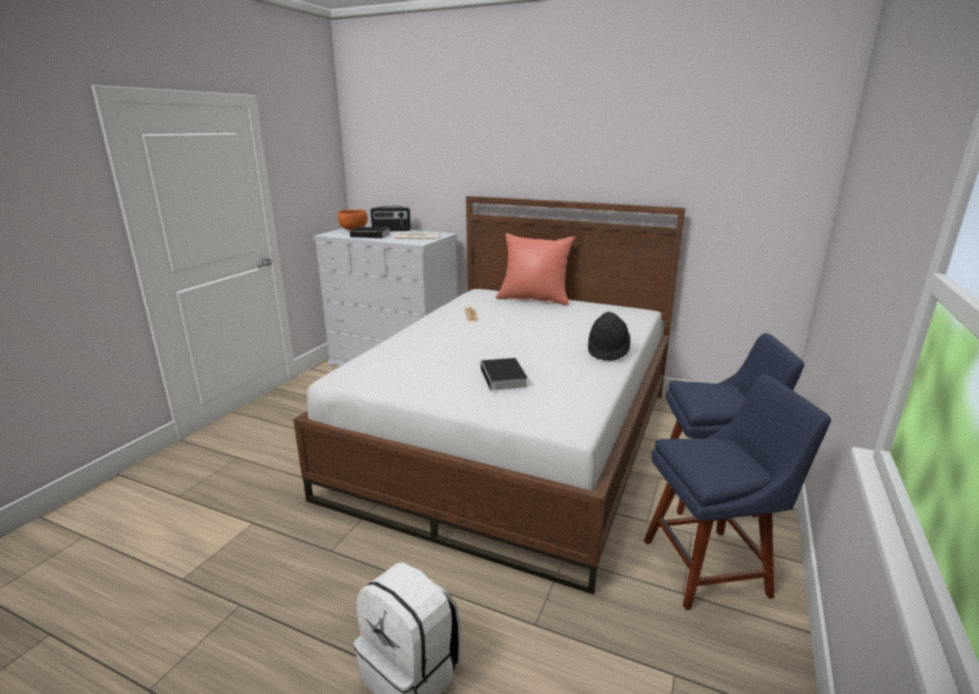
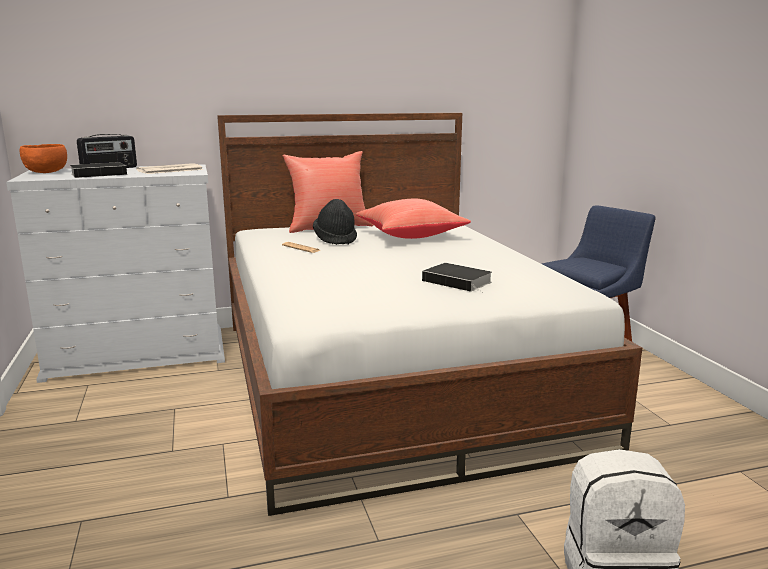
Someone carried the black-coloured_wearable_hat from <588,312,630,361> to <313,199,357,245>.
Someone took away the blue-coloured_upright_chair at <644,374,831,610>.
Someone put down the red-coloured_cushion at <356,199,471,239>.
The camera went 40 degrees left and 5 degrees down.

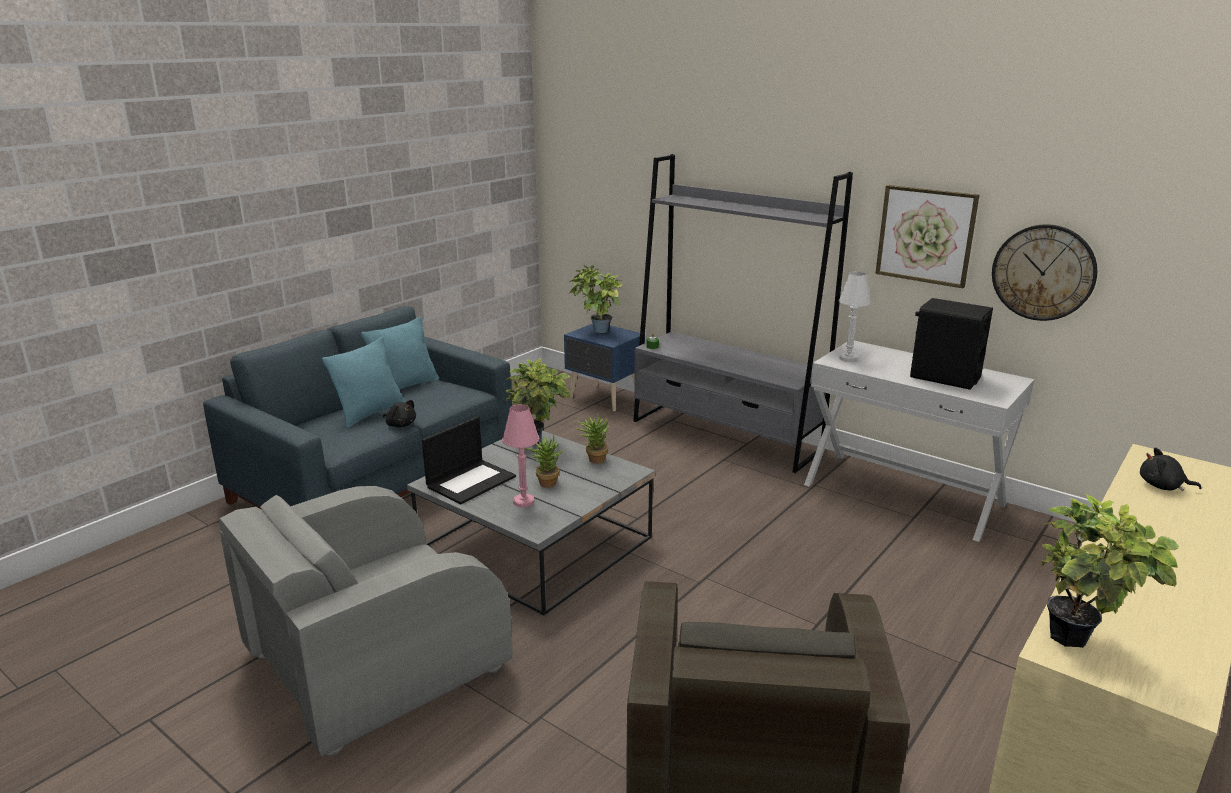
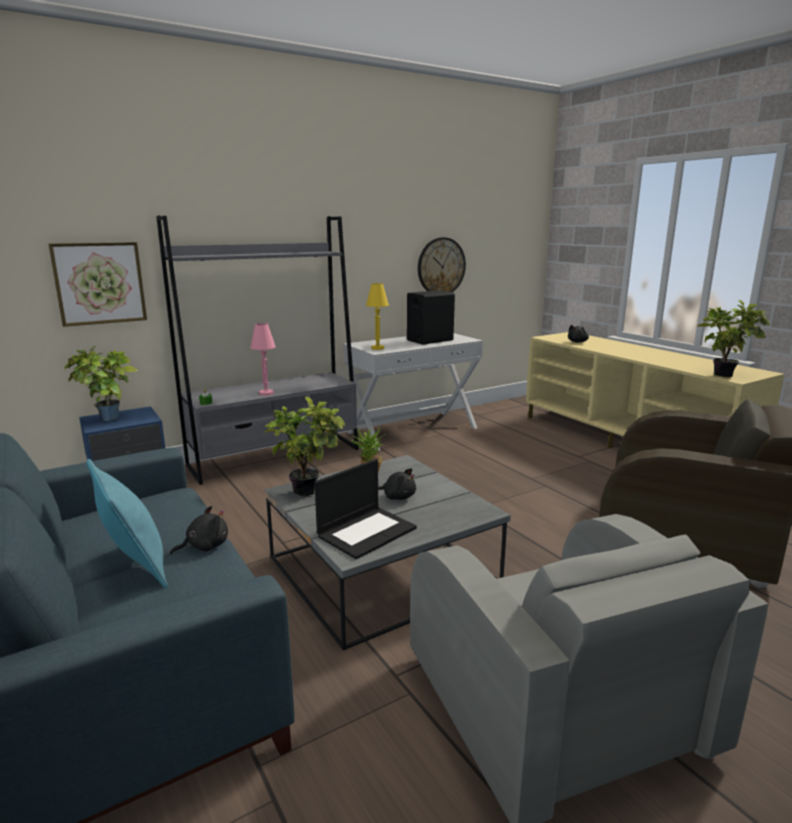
Someone took away the blue-green_cushion at <361,317,439,390>.
Someone rotated the notebook_computer at <422,416,516,504> by 75 degrees clockwise.
Someone carried the pink-coloured_tabletop_lamp from <502,404,540,507> to <250,323,276,396>.
Someone swapped the potted_plant at <525,433,563,488> for the black-coloured_cuddly_toy at <378,468,416,500>.
Someone repainted the whitish_tabletop_lamp at <839,272,871,362>, which became the yellow-coloured_tabletop_lamp at <366,283,389,350>.
Someone carried the wall_picture from <875,185,979,288> to <48,242,147,327>.
The camera went 70 degrees left and 5 degrees down.

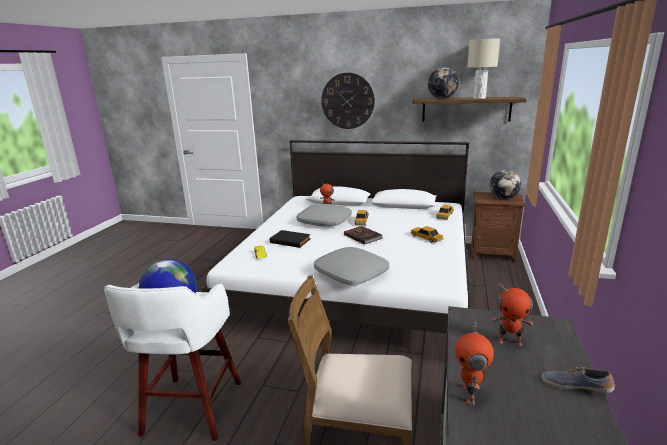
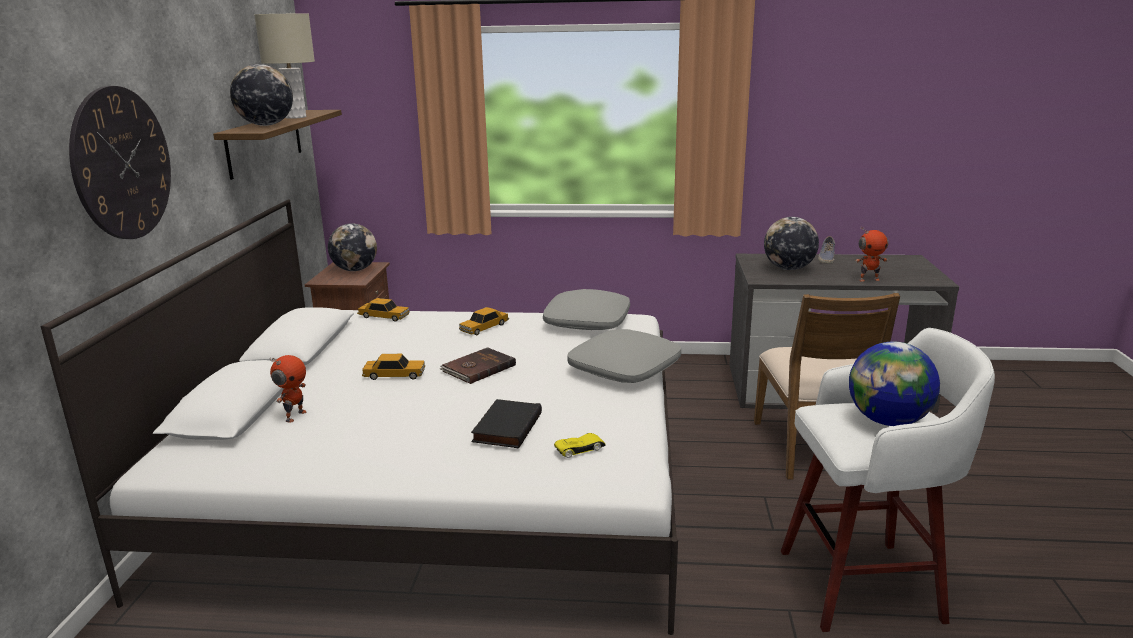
Someone carried the grey_cushion from <297,204,352,227> to <543,289,630,330>.
Someone swapped the model_robot at <492,282,533,346> for the globe at <764,217,819,270>.
The camera went 100 degrees left and 0 degrees up.

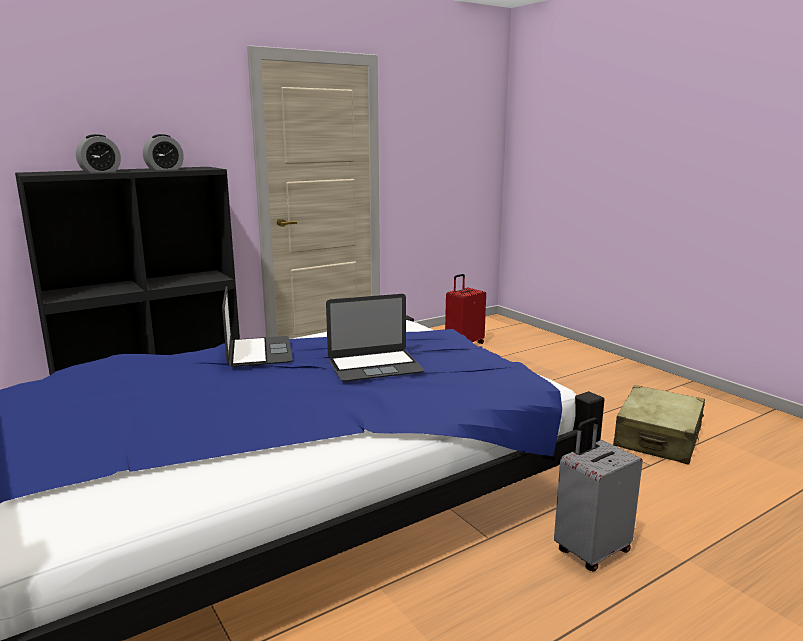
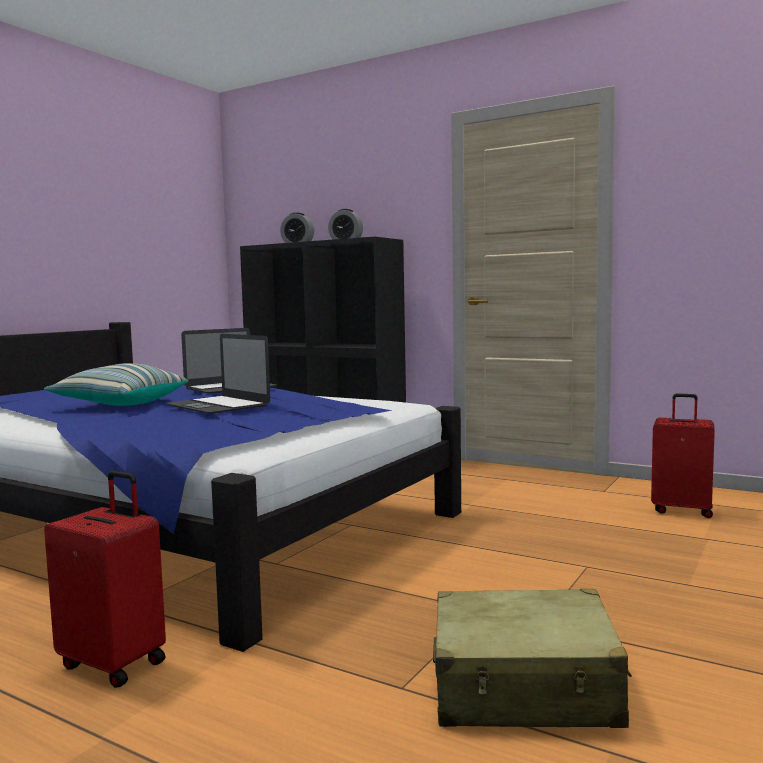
Someone repainted the grey_suitcase at <554,418,643,572>, which became the red-coloured_suitcase at <44,471,166,688>.
Someone put down the cushion at <44,363,188,406>.
The camera went 65 degrees right and 10 degrees down.

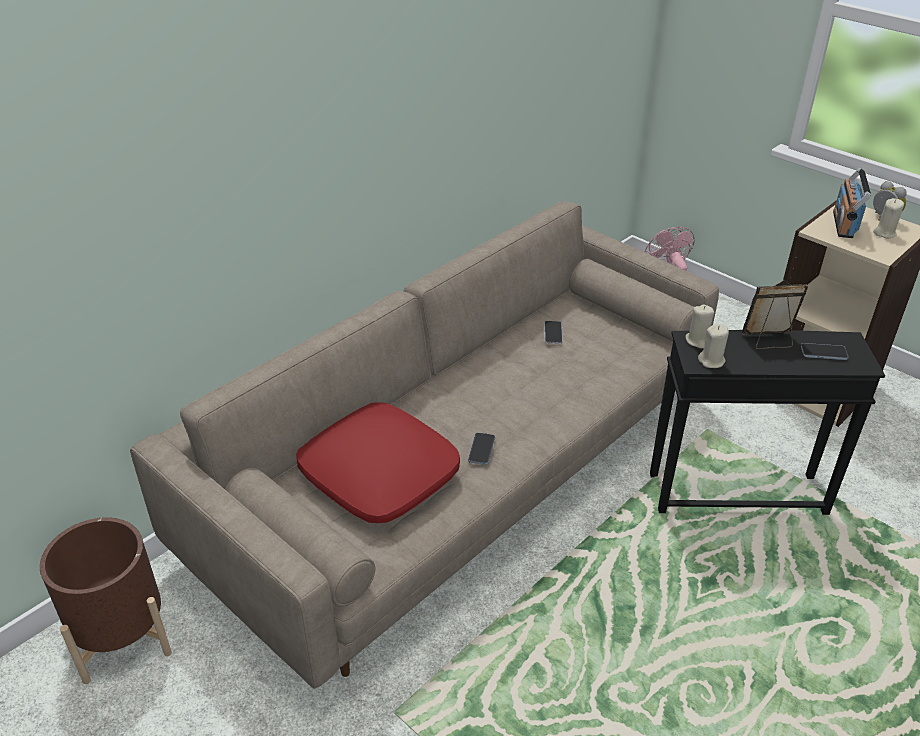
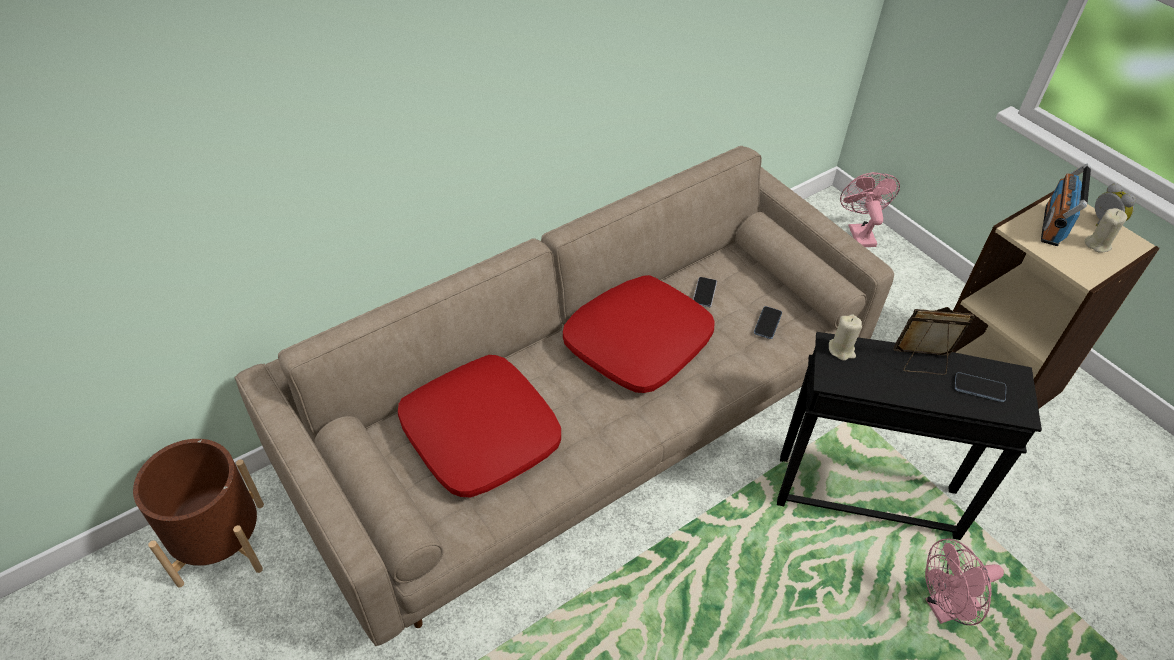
Someone carried the phone from <468,433,495,465> to <754,306,782,339>.
Someone took away the sand-coloured_candle at <698,324,729,368>.
Someone put down the red-coloured_cushion at <563,275,715,393>.
Someone put down the pink-coloured_electric_fan at <925,539,1004,625>.
The camera went 10 degrees right and 10 degrees up.

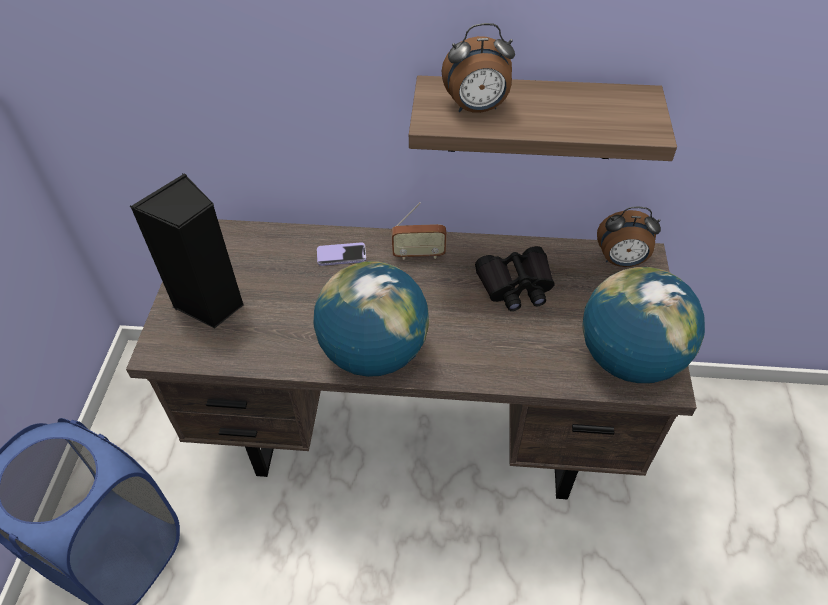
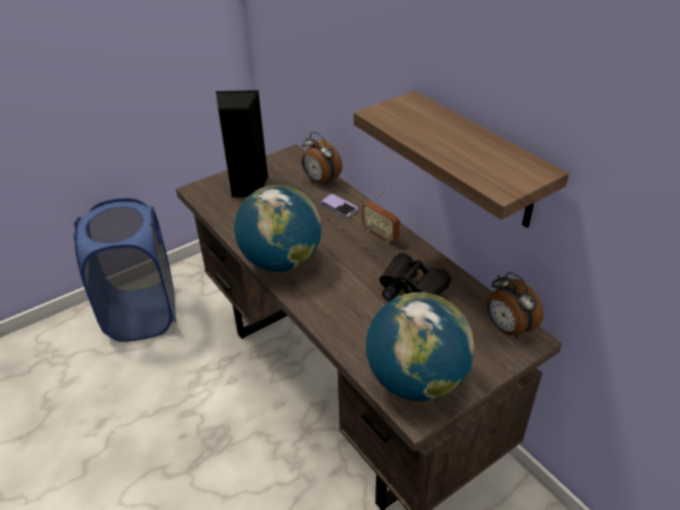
Someone carried the bedside_clock from <441,23,515,113> to <301,132,342,186>.
The camera went 50 degrees right and 10 degrees down.

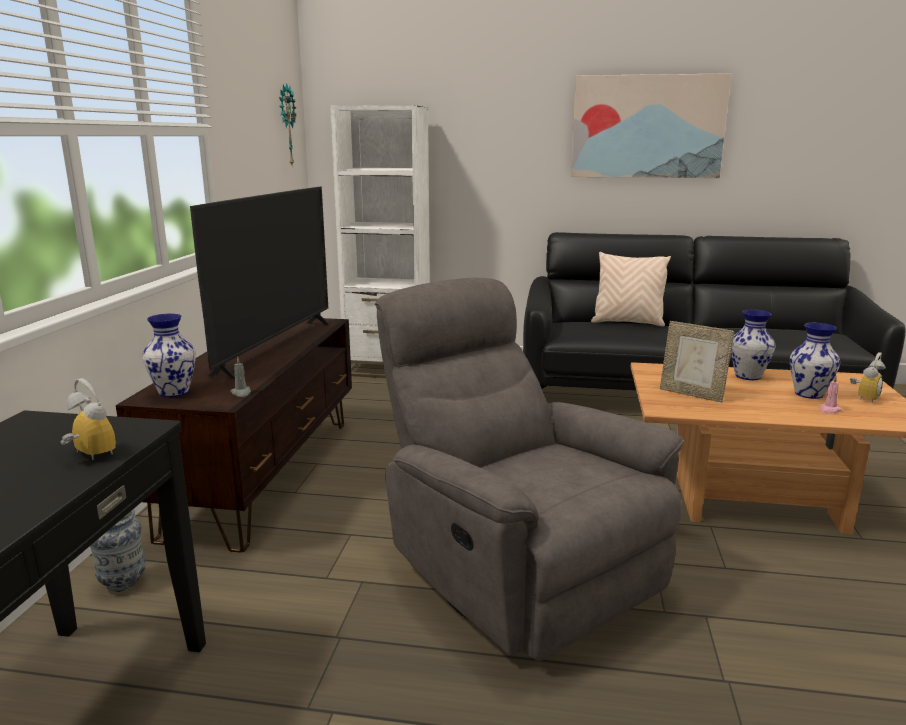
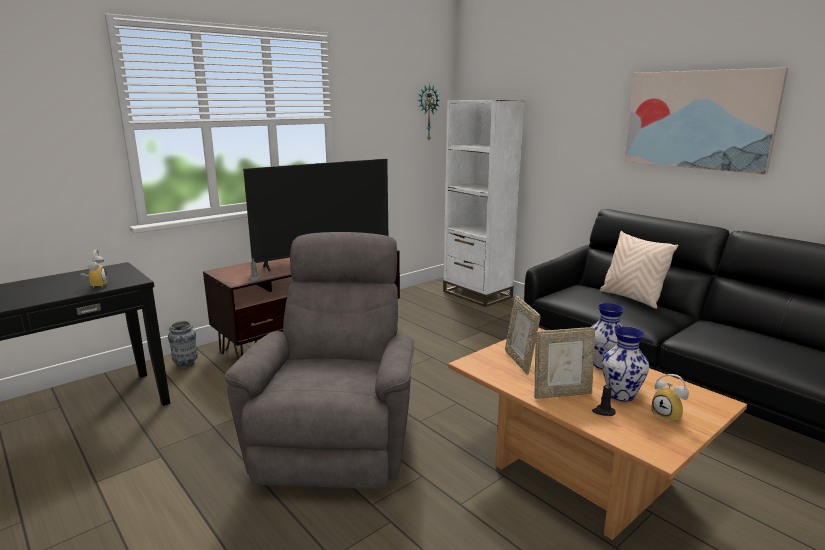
Someone took away the vase at <142,313,196,397>.
Someone repainted the pink-coloured_candle at <819,376,842,413>, which became the black-coloured_candle at <592,380,616,416>.
Someone rotated the bedside_clock at <850,352,886,403> by 60 degrees clockwise.
Someone put down the standing_frame at <535,327,595,399>.
The camera went 40 degrees right and 0 degrees up.

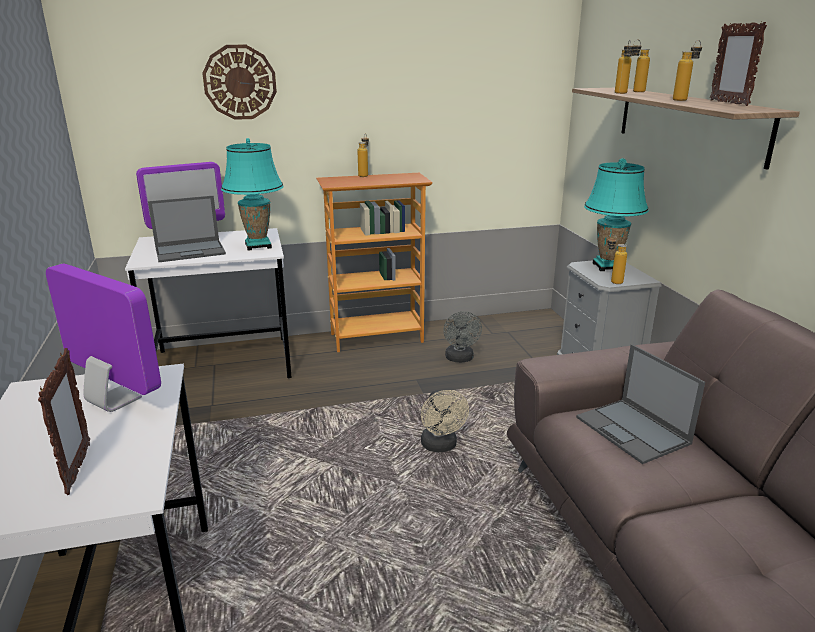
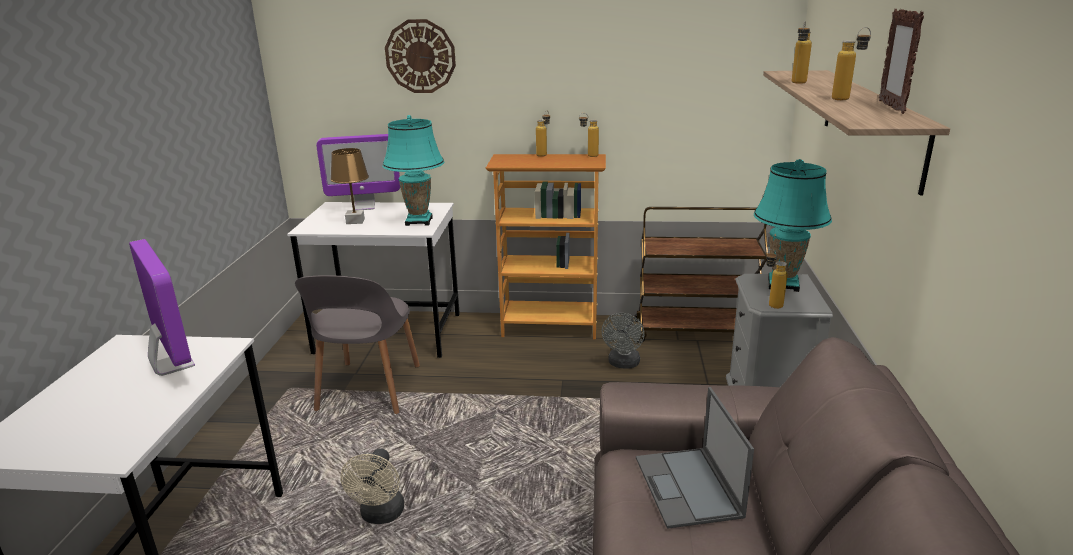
Someone took away the standing_frame at <38,348,90,495>.
Someone swapped the notebook_computer at <148,196,226,262> for the brownish_tabletop_lamp at <330,148,369,224>.
Someone carried the sand-coloured_electric_fan from <421,390,469,453> to <340,448,404,524>.
Someone carried the beverage_bottle from <632,39,650,92> to <579,113,599,157>.
Someone put down the grey_upright_chair at <295,275,420,414>.
Someone put down the brownish_wheeled_cart at <634,207,768,343>.
The camera went 20 degrees right and 0 degrees up.

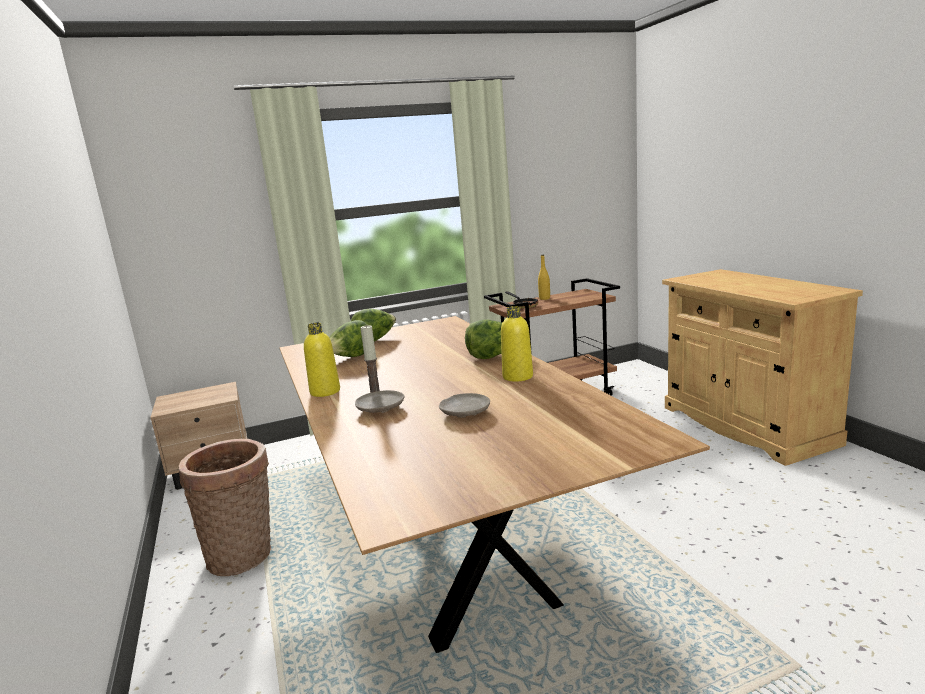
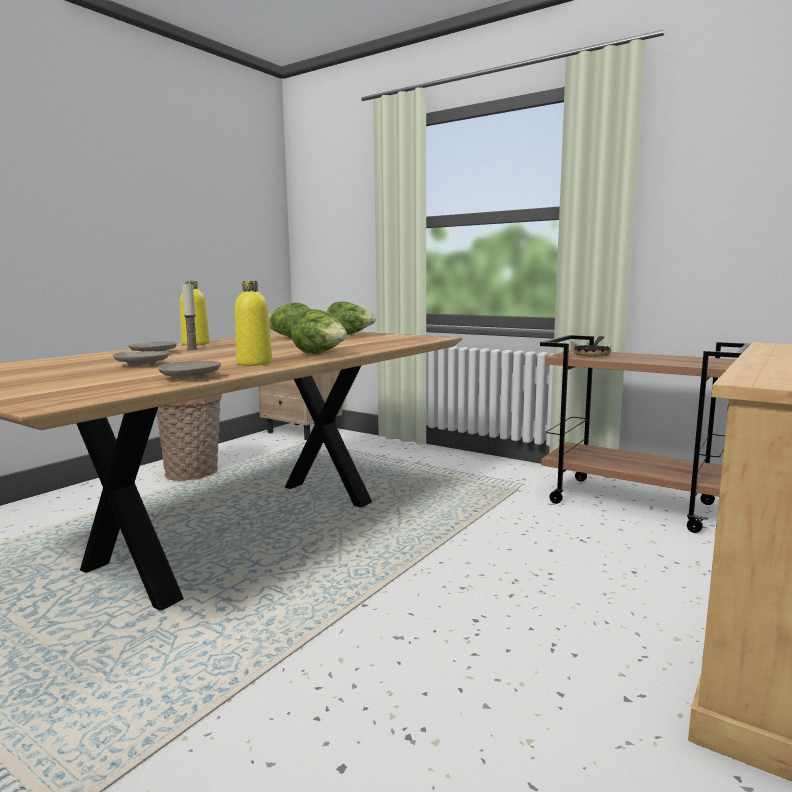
Someone took away the yellow-coloured_beverage_bottle at <538,255,550,300>.
Someone put down the sand-coloured_plate at <158,361,221,380>.
The camera went 55 degrees right and 5 degrees down.

